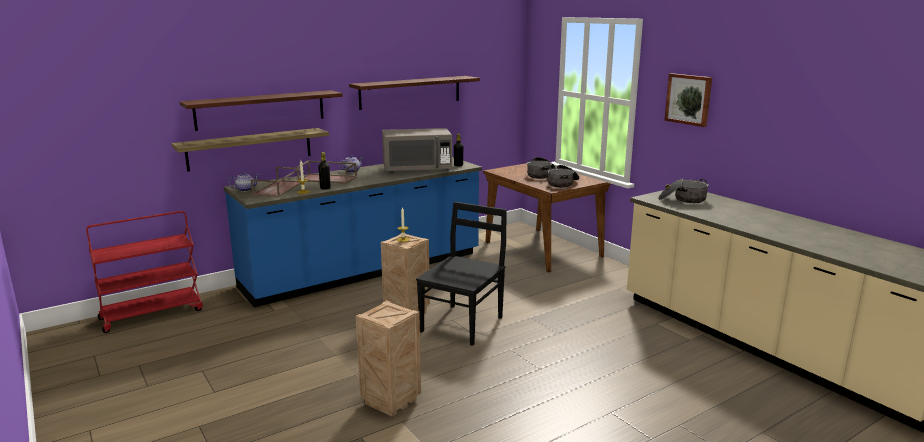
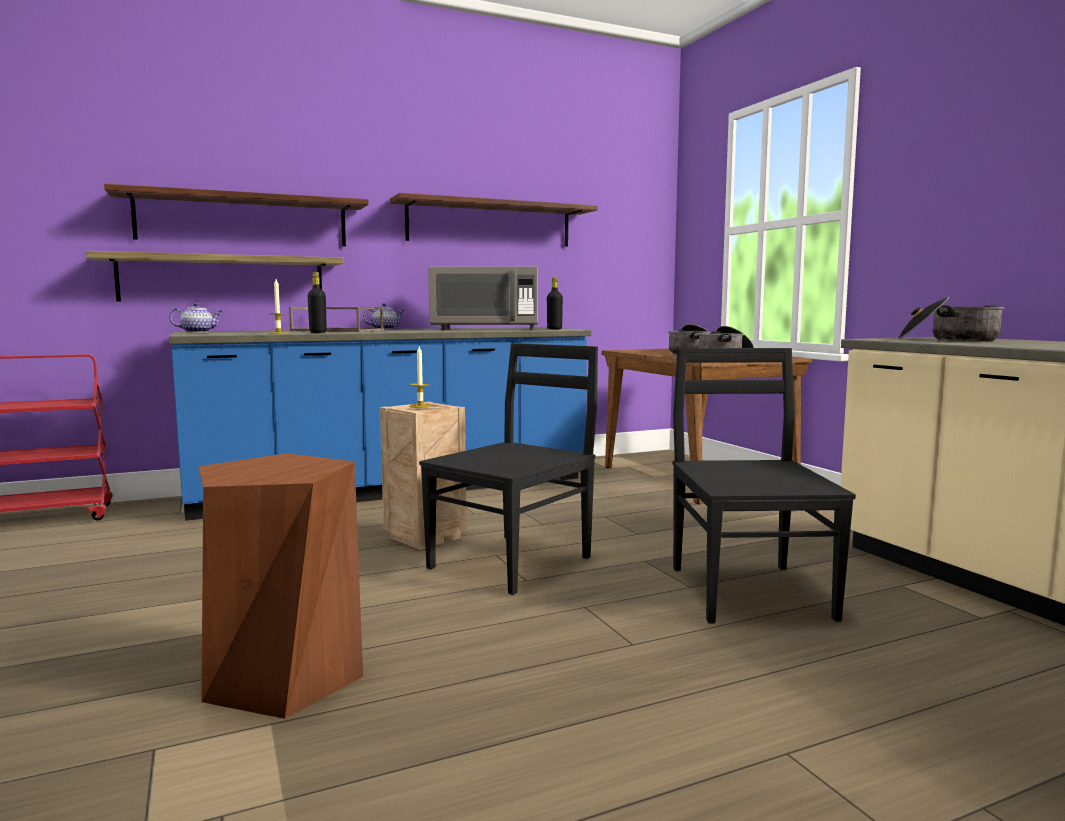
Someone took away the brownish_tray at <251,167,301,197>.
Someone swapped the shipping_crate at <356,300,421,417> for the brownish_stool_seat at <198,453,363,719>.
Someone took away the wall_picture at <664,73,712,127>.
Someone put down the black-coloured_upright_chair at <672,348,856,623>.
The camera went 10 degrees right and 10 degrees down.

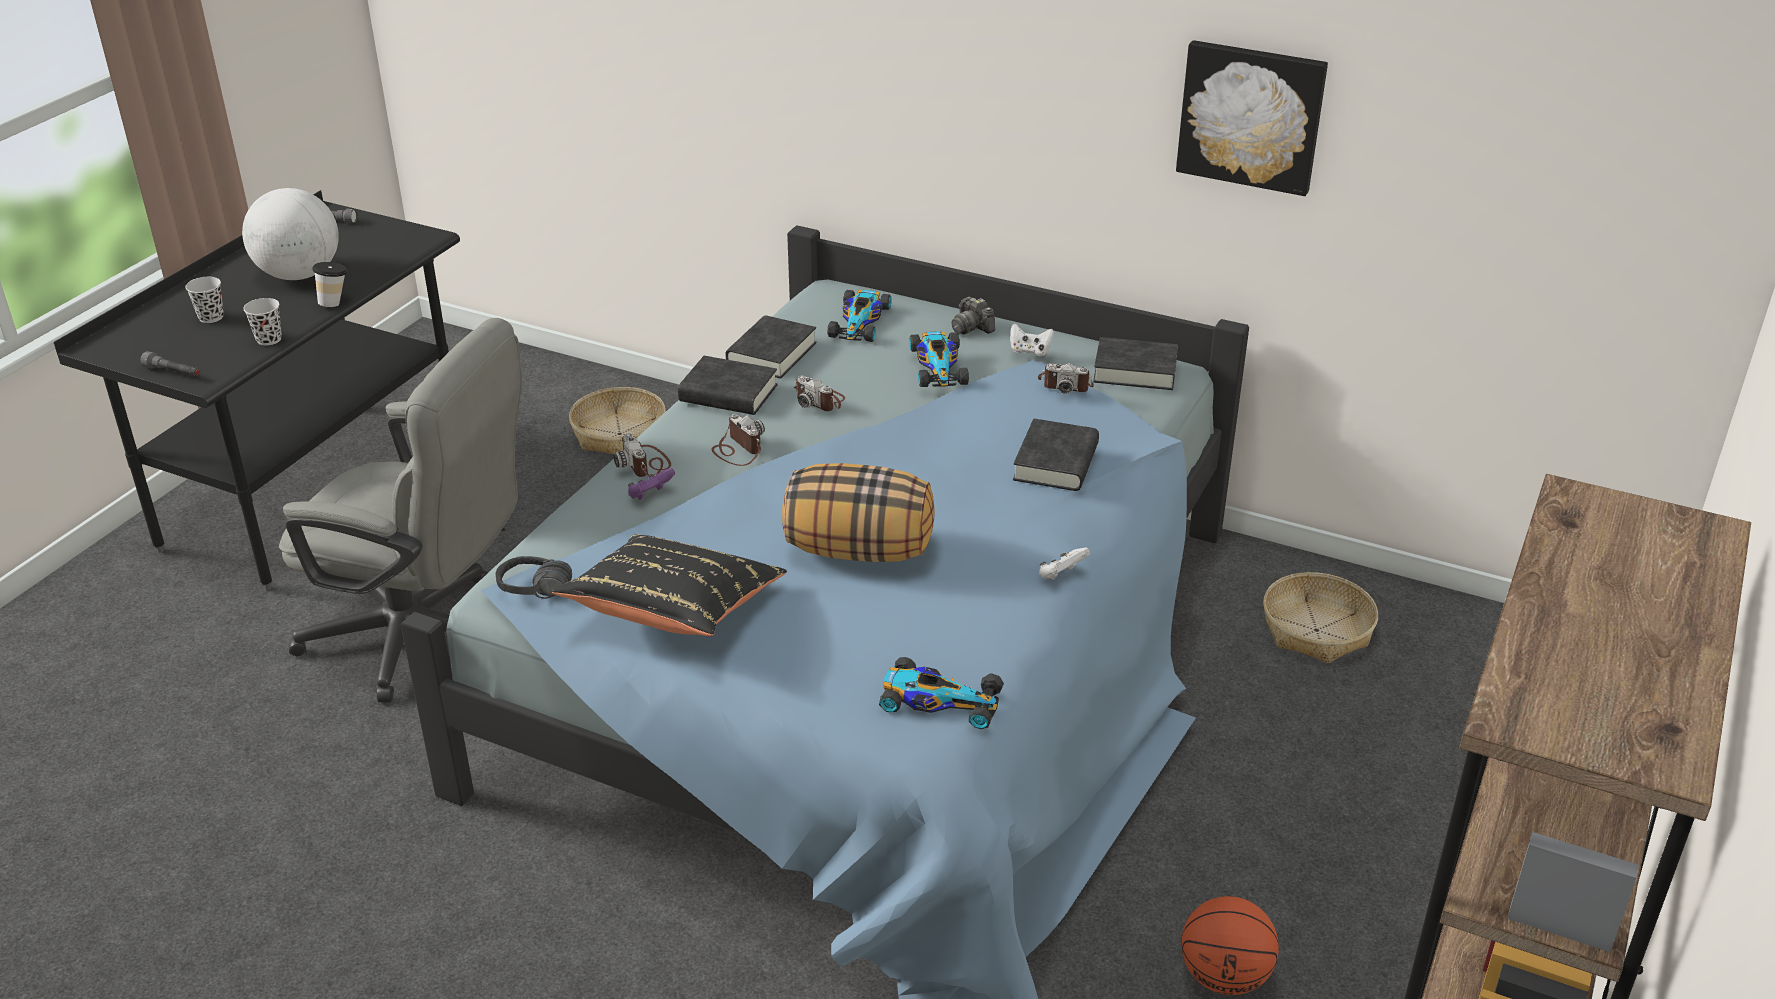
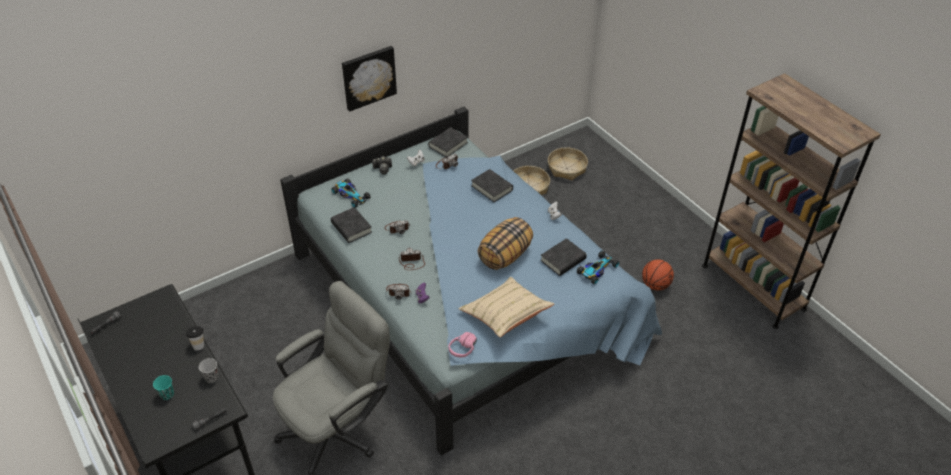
Someone repainted the black-coloured_cup at <185,277,224,323>, which became the blue-green_cup at <153,375,174,400>.
Someone took away the globe at <242,188,339,280>.
Someone repainted the black-coloured_pair_of_headphones at <495,556,572,599>, which became the pink-coloured_pair_of_headphones at <448,332,477,357>.
Someone repainted the black-coloured_cushion at <552,534,787,636>, which became the sand-coloured_cushion at <459,277,554,337>.
Someone carried the storage_basket from <569,387,666,454> to <548,147,588,180>.
Someone carried the black-coloured_volume from <678,356,778,415> to <540,238,587,276>.
Someone took away the toy_car at <909,331,969,387>.
Someone carried the wall_picture from <1176,40,1328,196> to <342,46,397,112>.
The camera went 60 degrees left and 10 degrees up.

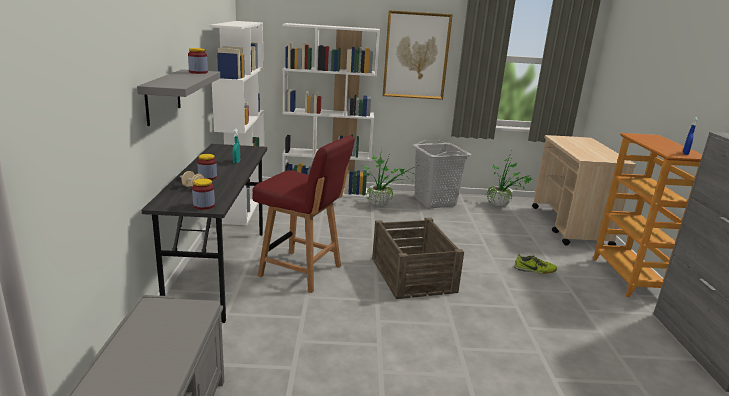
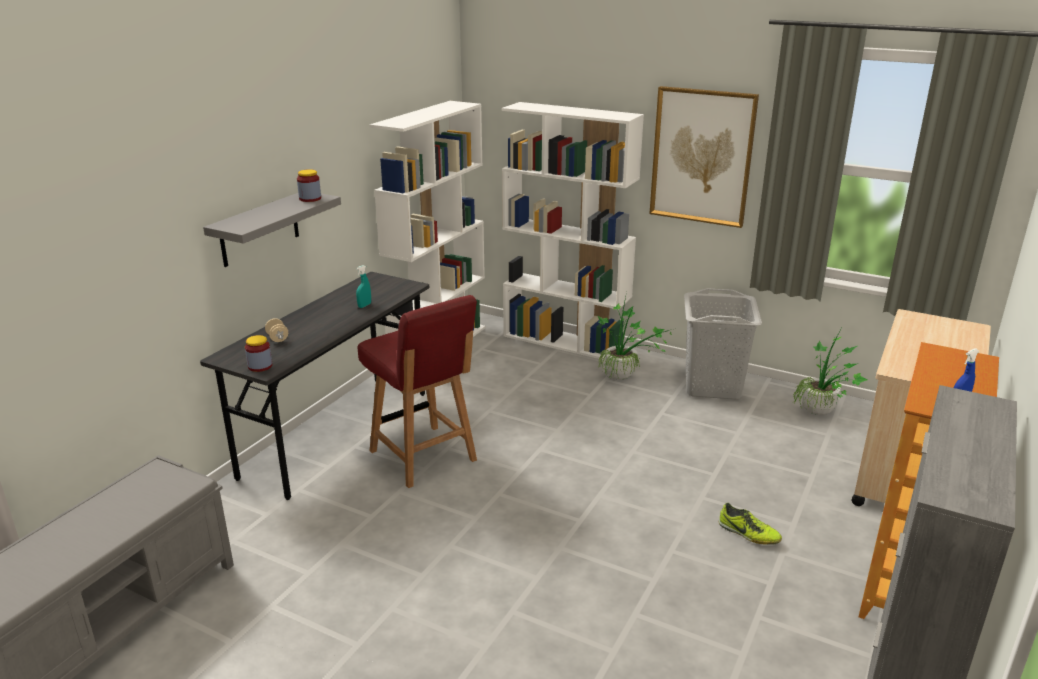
Someone took away the storage_jar at <197,154,217,180>.
Someone took away the shipping_crate at <372,218,464,299>.
The camera went 30 degrees right and 5 degrees up.

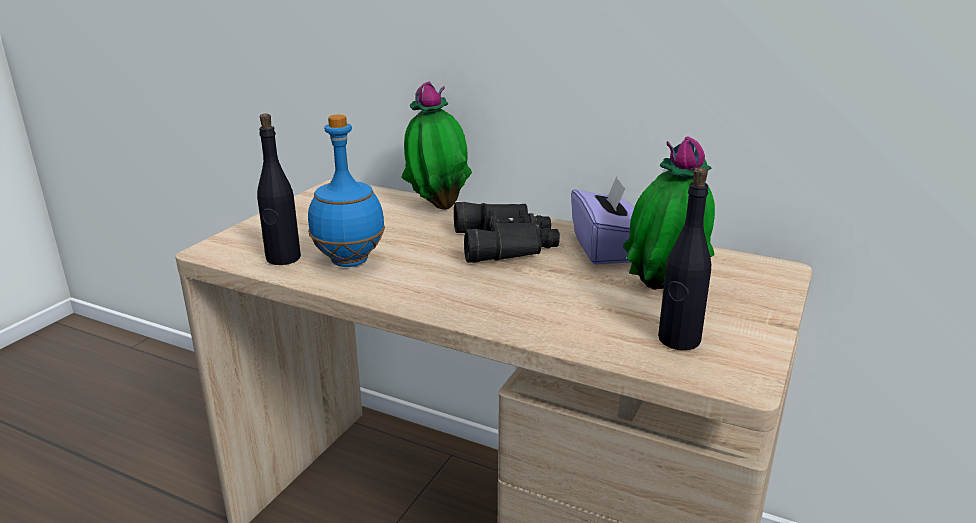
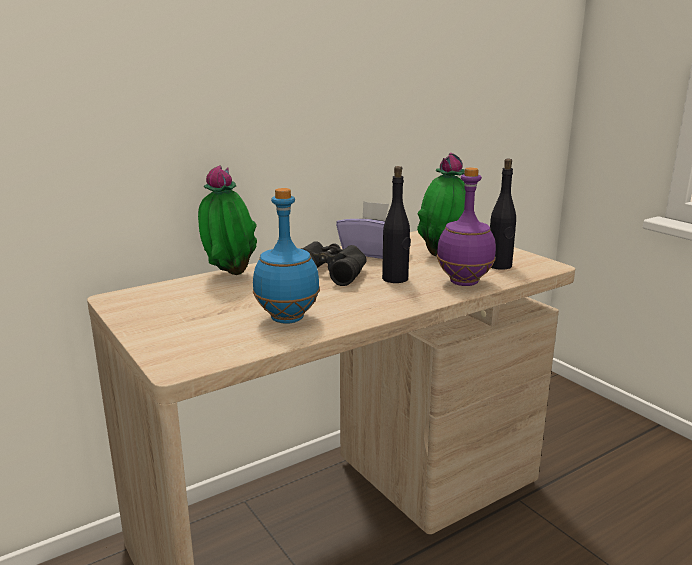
Someone carried the black-coloured_beverage_bottle from <257,114,301,265> to <382,166,411,283>.
Someone put down the purple-coloured_beverage_bottle at <436,168,496,286>.
The camera went 60 degrees left and 5 degrees down.

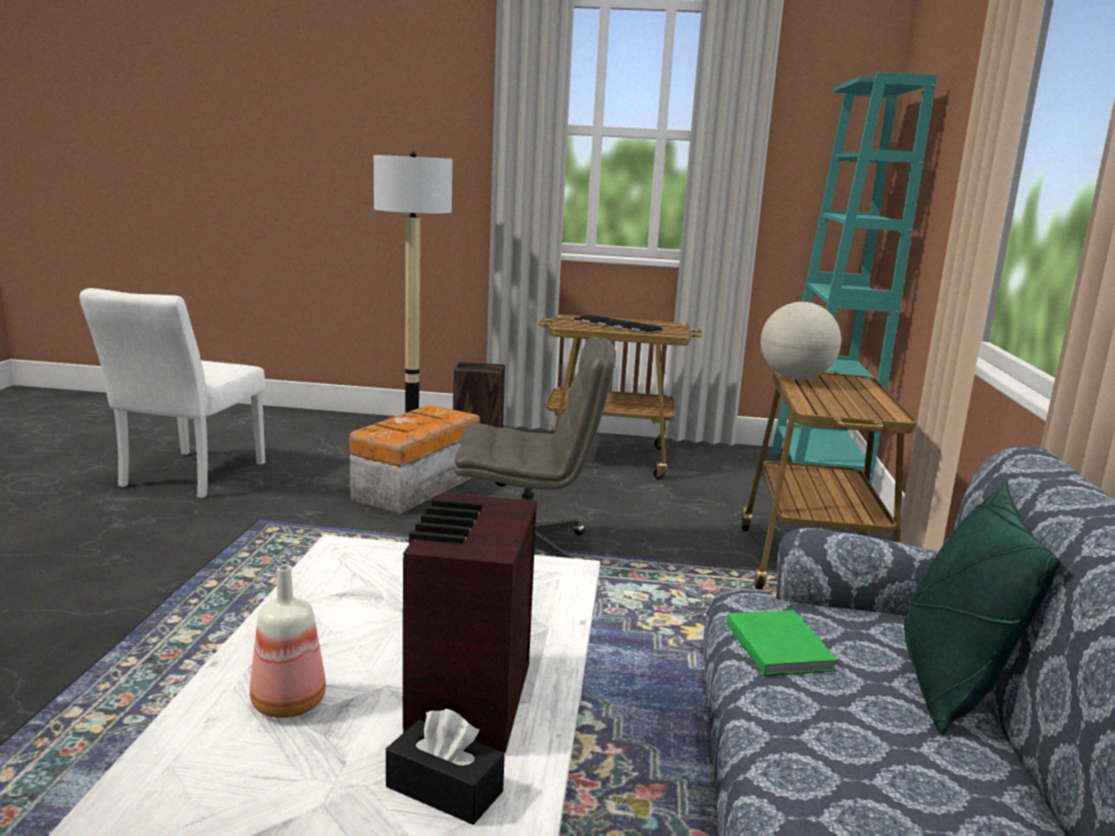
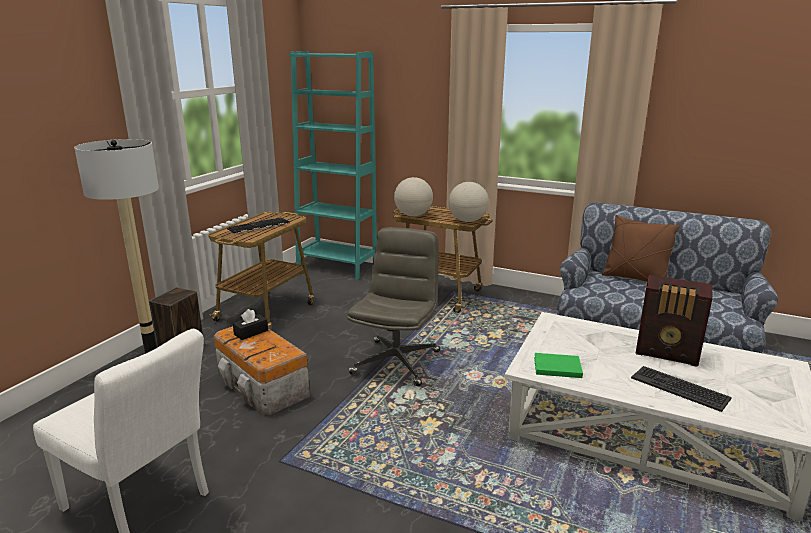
Someone swapped the beverage_bottle at <250,565,326,718> for the PC_keyboard at <631,366,732,412>.
Someone carried the black-coloured_tissue_box from <386,709,505,825> to <233,309,268,340>.
Someone carried the green_volume from <727,610,838,676> to <534,353,583,378>.
Someone repainted the green_cushion at <904,481,1061,734>, which became the brownish_cushion at <601,215,680,282>.
Someone put down the globe at <449,182,489,222>.
The camera went 70 degrees left and 5 degrees up.

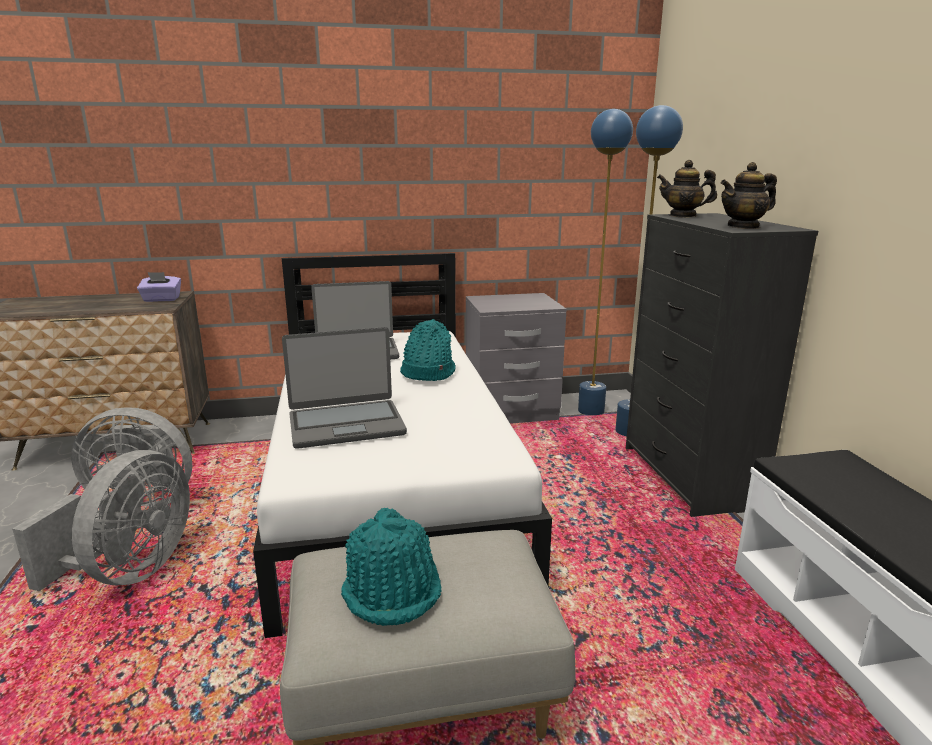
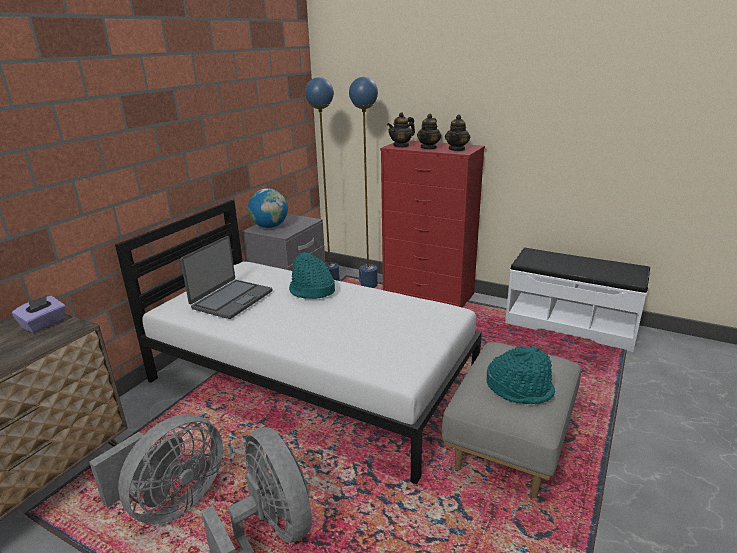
Someone took away the notebook_computer at <282,327,407,449>.
Someone repainted the black-coloured_dresser at <626,213,818,517>, which became the red-coloured_dresser at <380,140,485,308>.
Someone put down the globe at <248,188,288,228>.
Someone put down the tea_pot at <417,114,441,150>.
The camera went 50 degrees left and 5 degrees up.

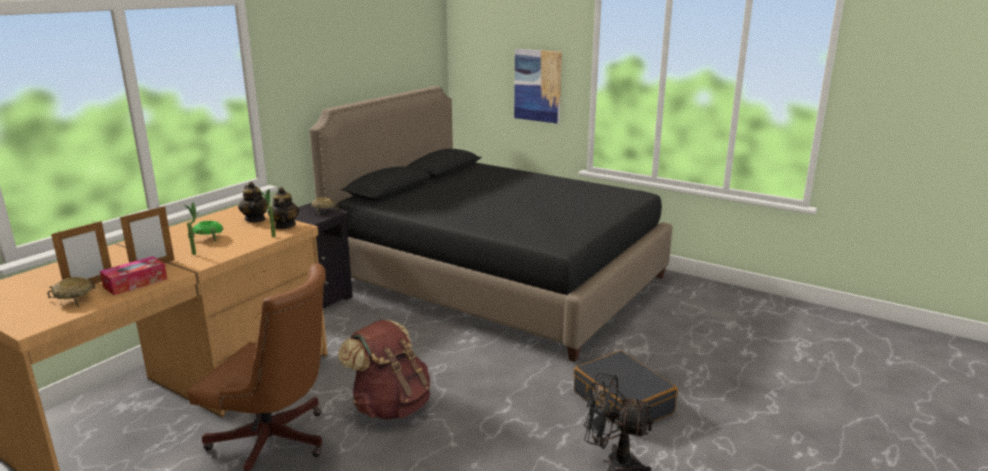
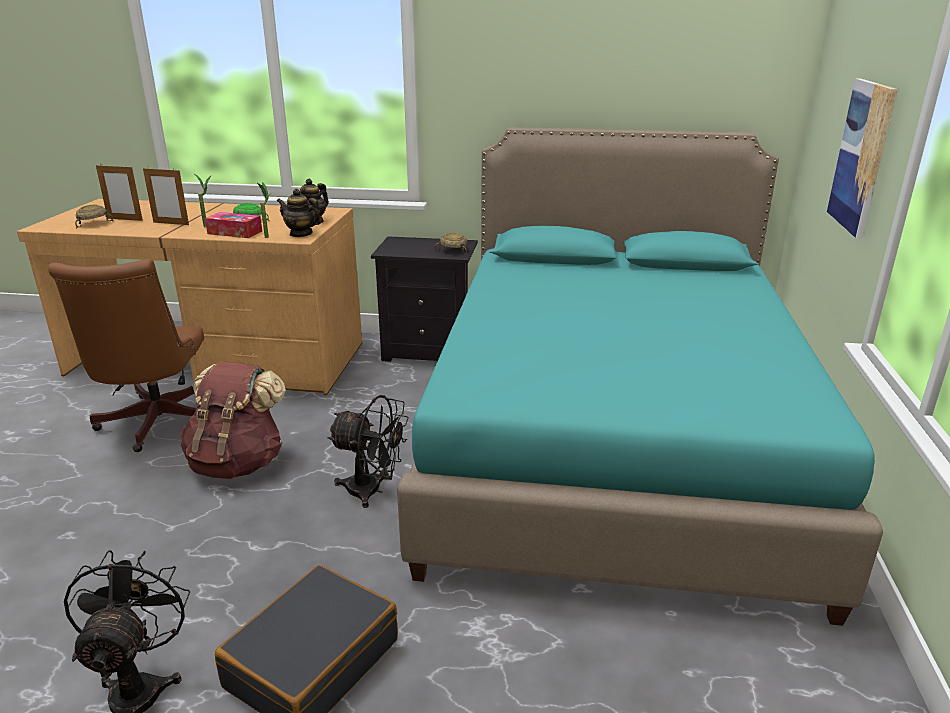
Someone carried the tissue_box from <100,256,167,295> to <205,212,262,238>.
Someone rotated the tea_pot at <268,187,300,229> by 120 degrees counterclockwise.
Someone repainted the black-coloured_sleeping_bed at <310,86,672,362>, which became the blue-green_sleeping_bed at <397,127,883,626>.
Someone put down the black-coloured_electric_fan at <327,395,409,508>.
The camera went 65 degrees right and 5 degrees up.

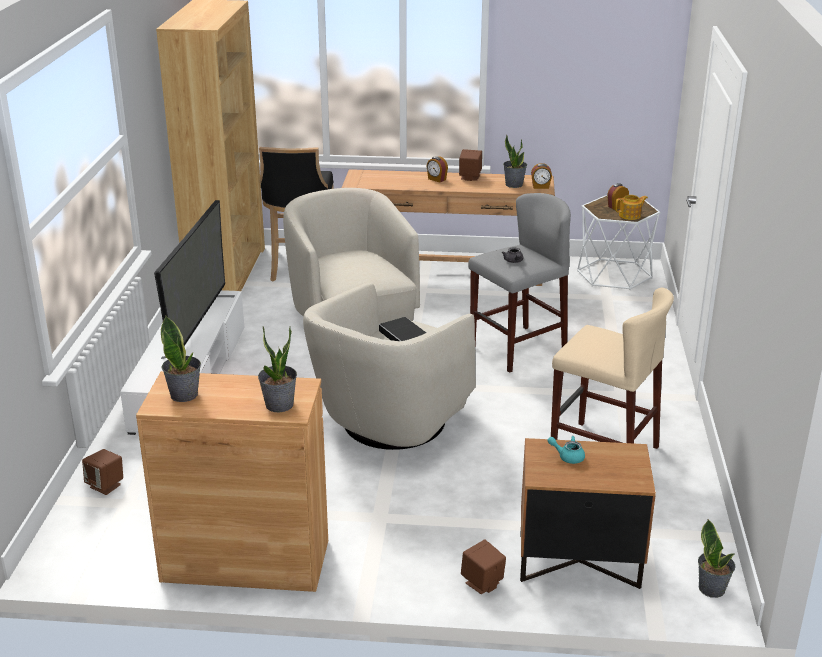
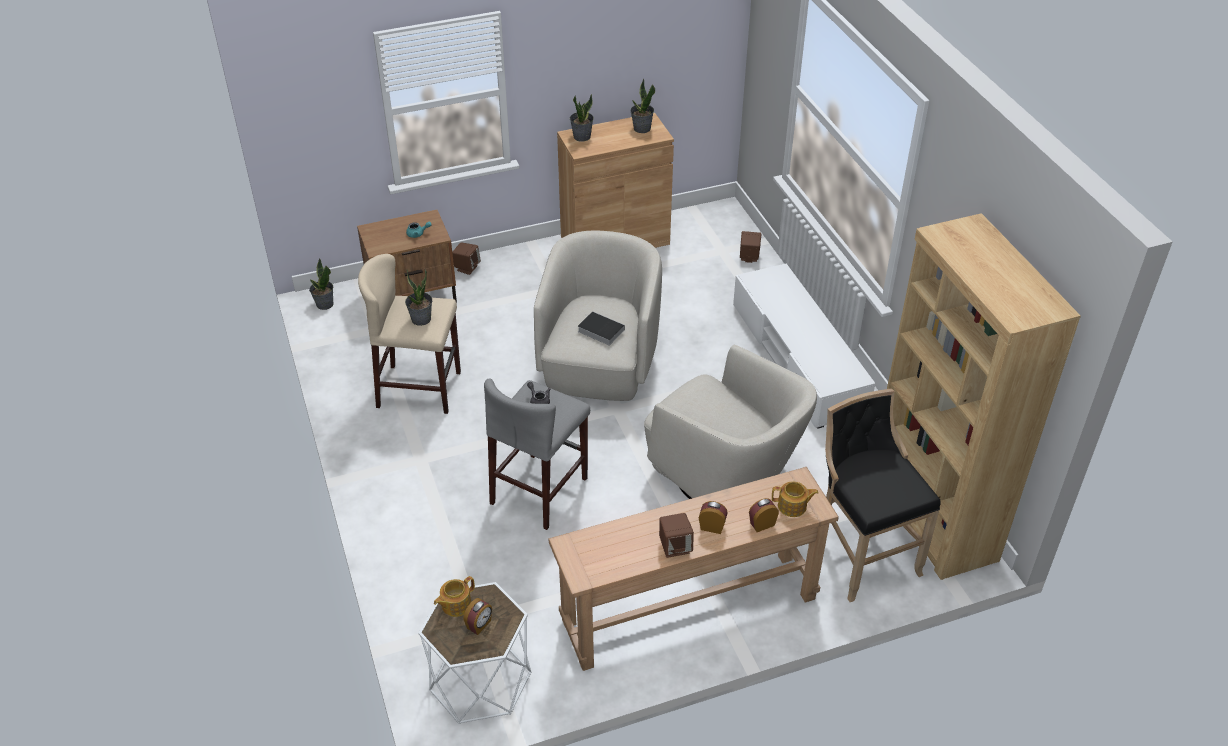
Someone took away the television at <154,200,235,359>.
Someone carried the potted_plant from <503,135,527,188> to <405,269,432,326>.
Someone carried the bedside_clock from <531,163,552,189> to <749,498,779,532>.
Someone put down the tea_pot at <772,482,819,517>.
The camera went 155 degrees right and 15 degrees up.

